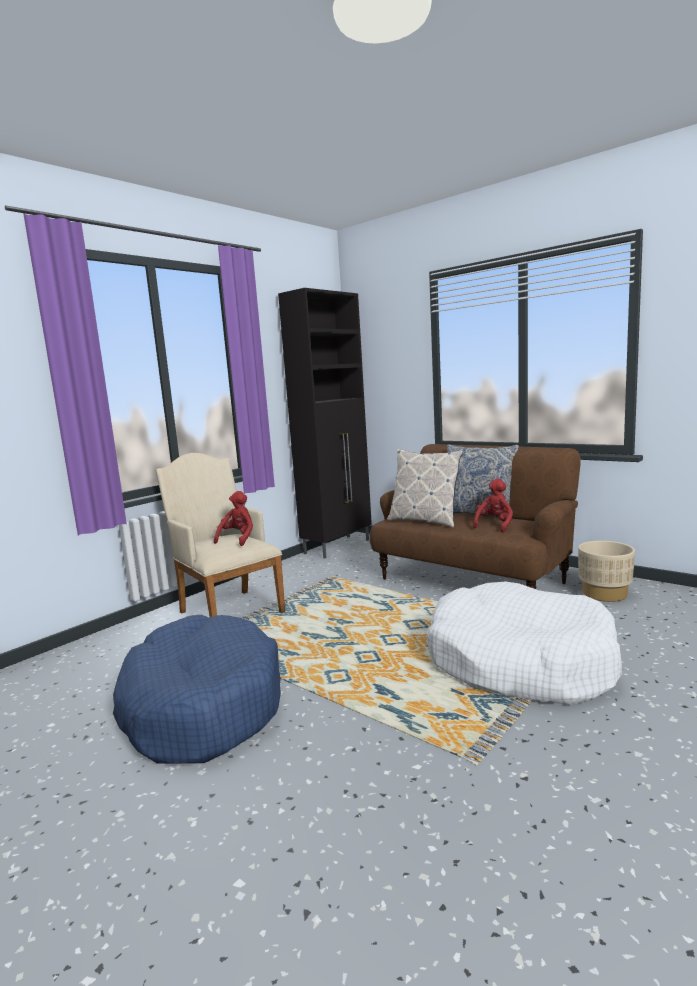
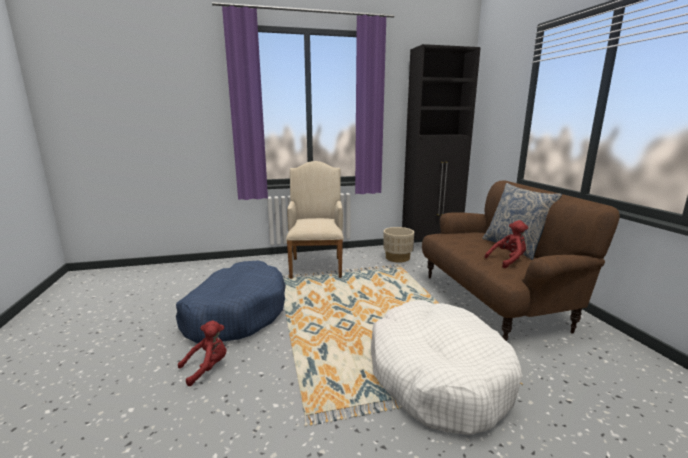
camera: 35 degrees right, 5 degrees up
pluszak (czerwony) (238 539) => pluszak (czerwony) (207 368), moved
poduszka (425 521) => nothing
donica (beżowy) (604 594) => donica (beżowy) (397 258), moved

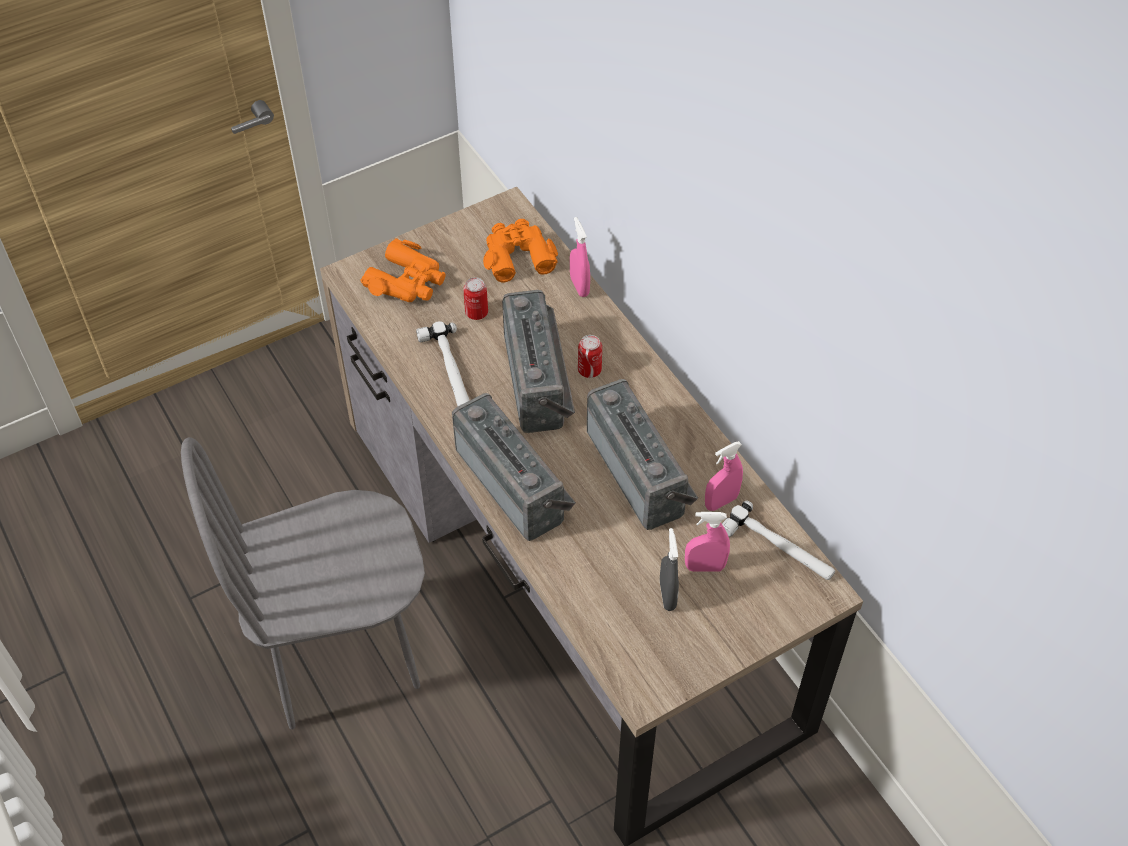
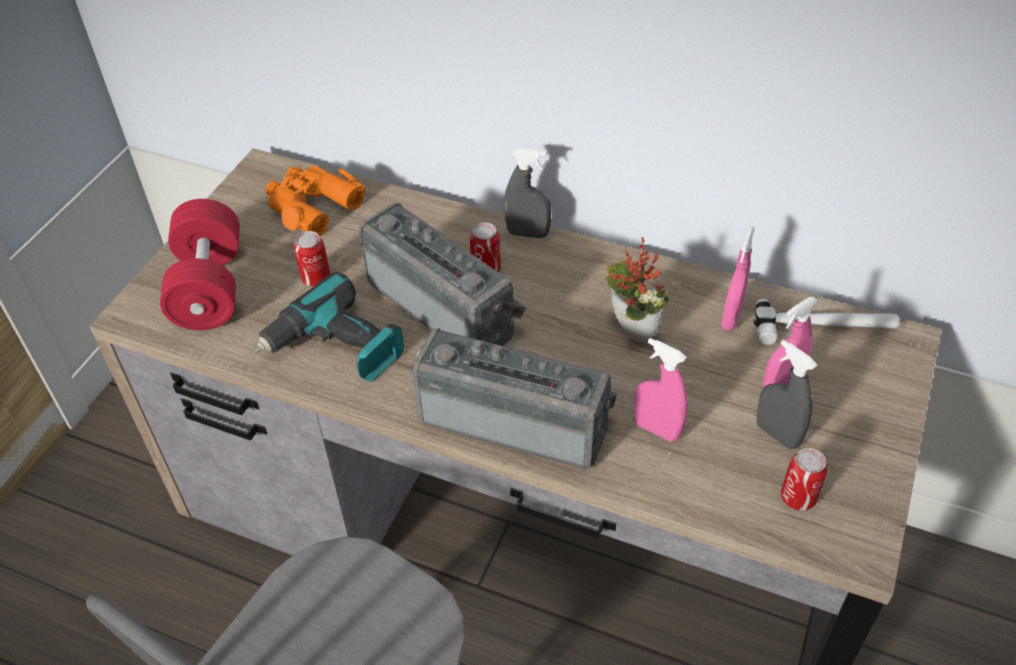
camera: 35 degrees left, 5 degrees down
lornetka (pomarańczowy) (407 281) => hantel (czerwony) (209 287)
młotek (449 369) => wiertarka (336 348)
spryskiwacz (różowy) (579 286) => spryskiwacz (różowy) (657 429), moved
radio (641 471) => roślina doniczkowa (630 333)
nothing => spryskiwacz (szary) (528 233)
nothing => puszka (798 497)

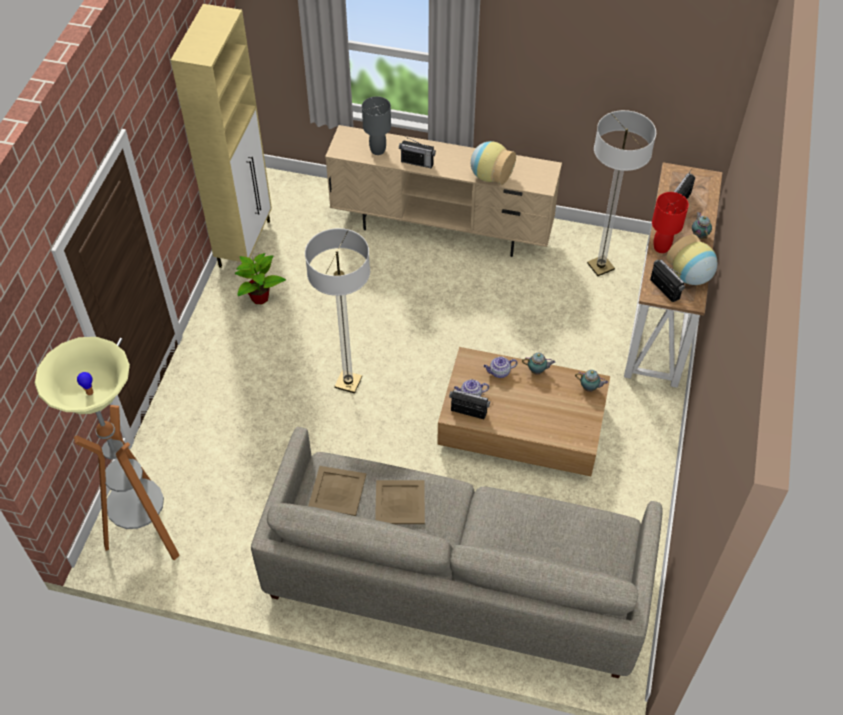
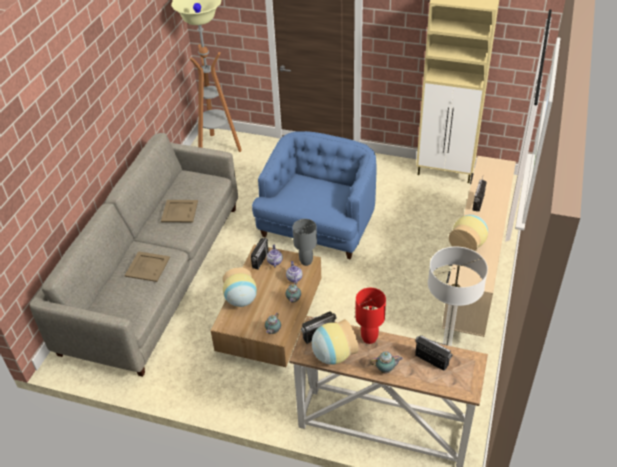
camera: 95 degrees right, 10 degrees down
roślina doniczkowa (260 297) => nothing
lampa stojąca (348 382) => fotel (niebieski) (318 225)
taca (beżowy) (337 491) => taca (beżowy) (147 266), moved
lampa stołowa (szary) (377 150) => lampa stołowa (szary) (306 261), moved
nothing => wazon (241 300)

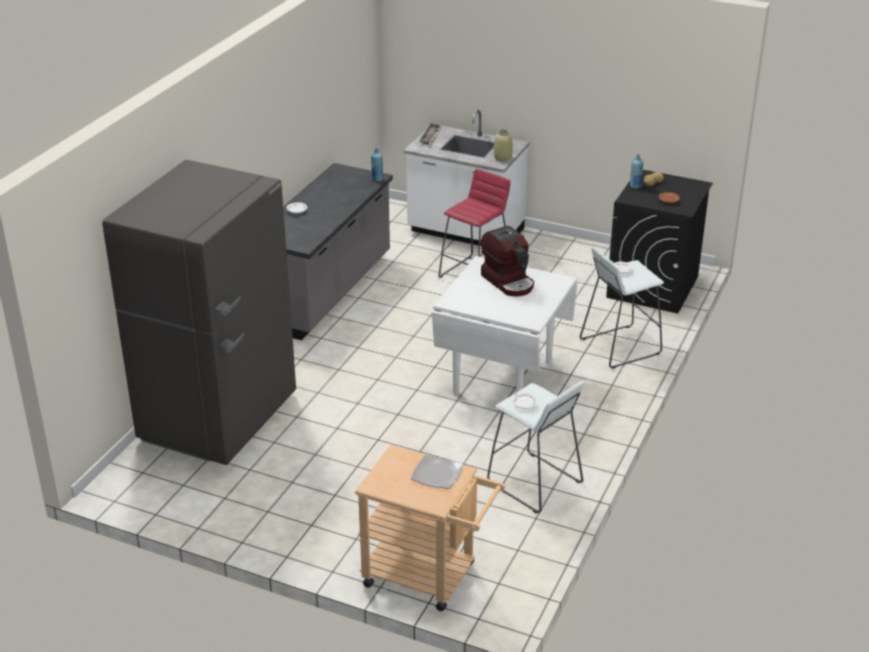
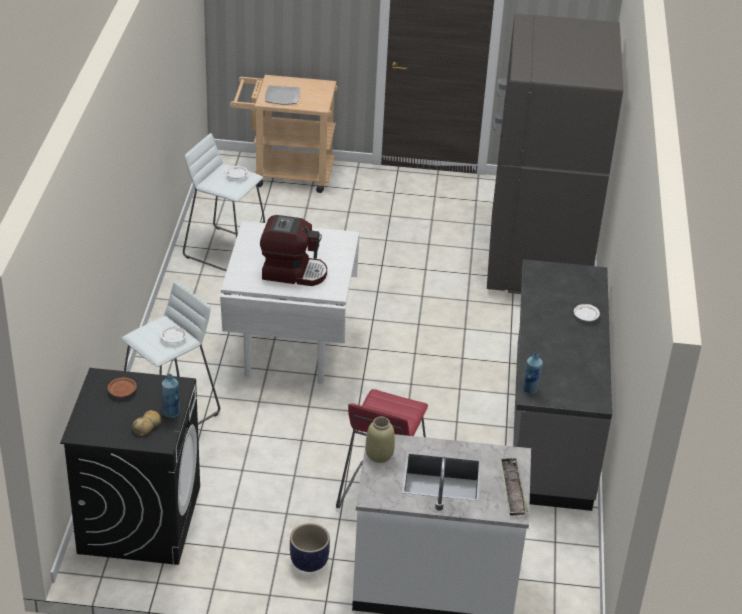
camera: 160 degrees right, 5 degrees up
ekspres do kawy (508 281) => ekspres do kawy (293 272), 150 degrees clockwise
nothing => donica (308 562)

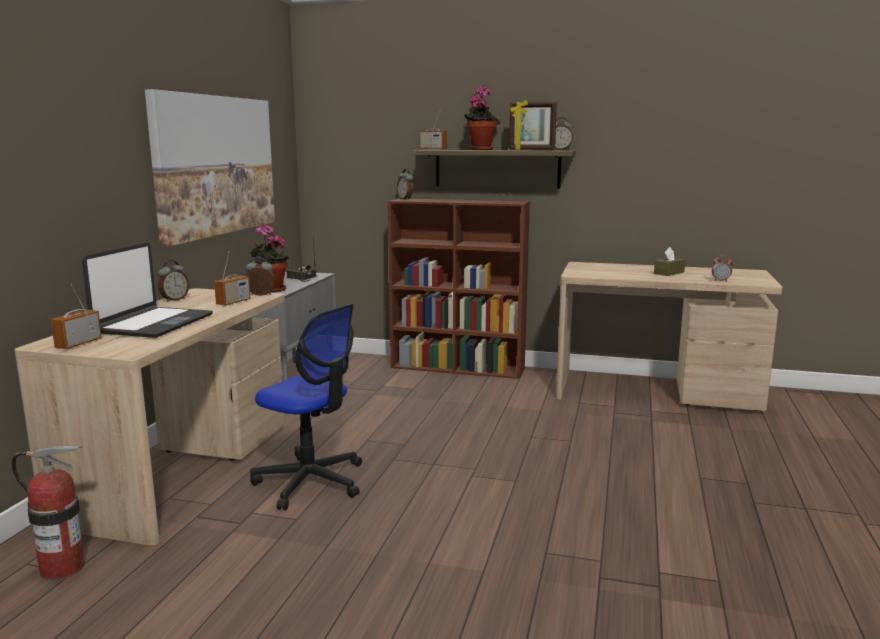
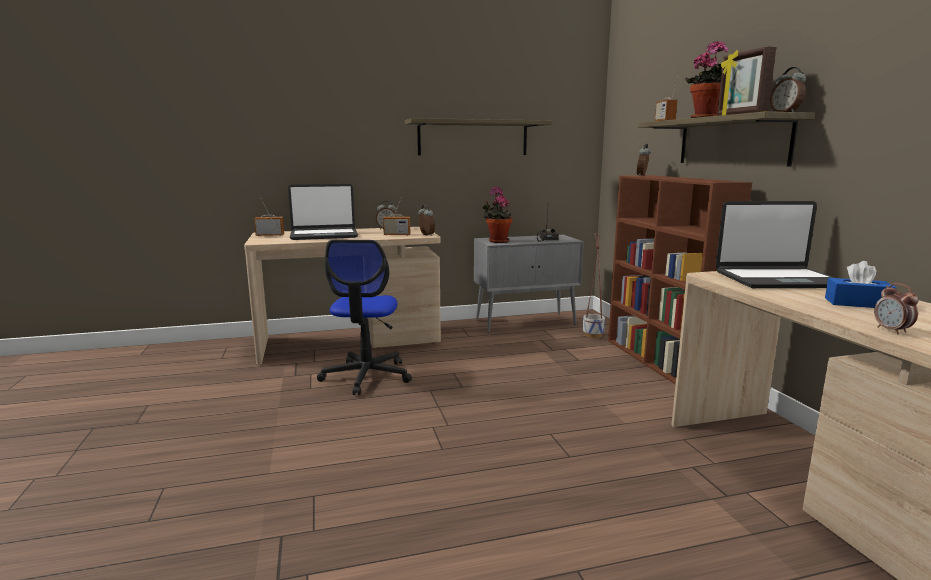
camera: 60 degrees right, 0 degrees up
gaśnica (62 568) => nothing
obraz (215 165) => półka (473 138)
pudełko chusteczek (brązowy) (669 273) => pudełko chusteczek (niebieski) (857 303)
nothing => donica (592 335)
nothing => laptop (777 279)

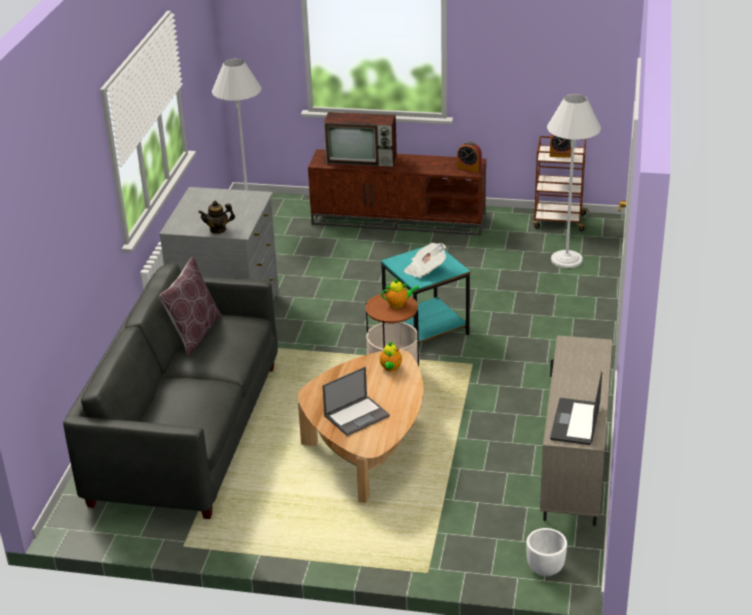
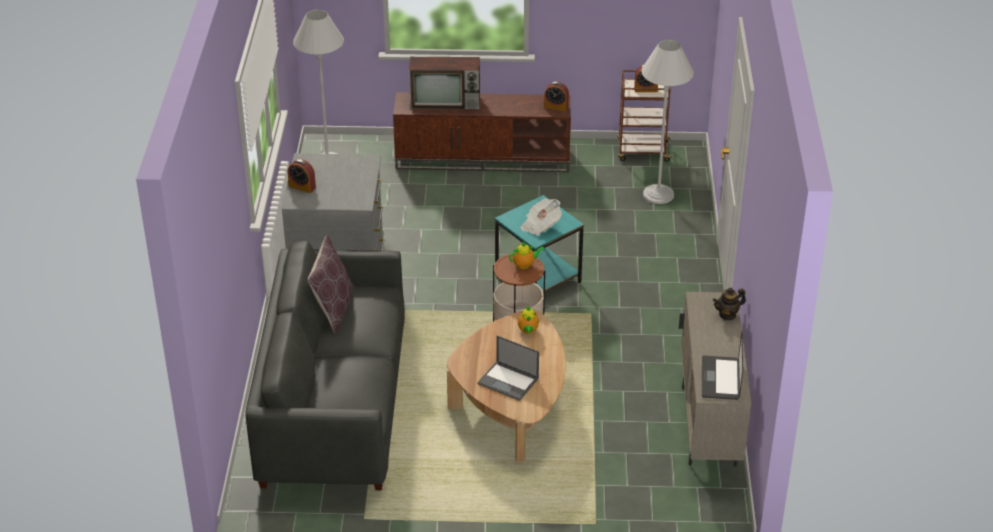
camera: 10 degrees left, 5 degrees up
imbryk (218 229) => imbryk (727 314), moved
laptop (357 415) => laptop (509 381), 75 degrees clockwise
donica (biały) (545 569) => nothing
nothing => budzik (302 187)

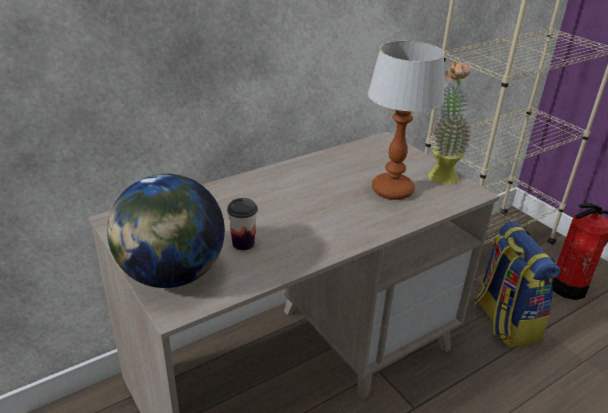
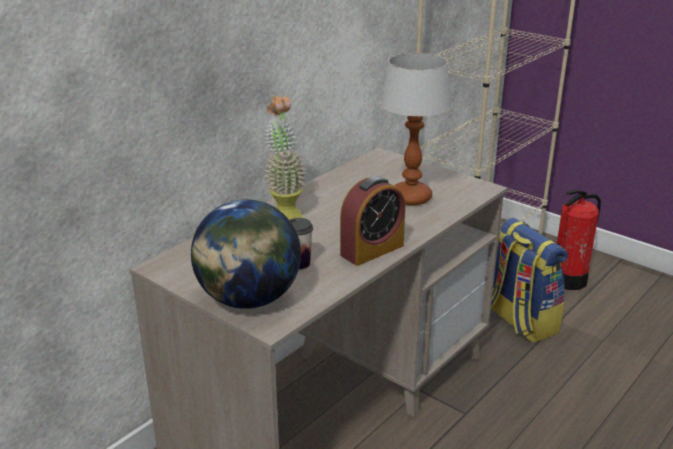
camera: 15 degrees left, 5 degrees down
roślina doniczkowa (441 172) => roślina doniczkowa (284 213), moved
nothing => budzik (372 250)

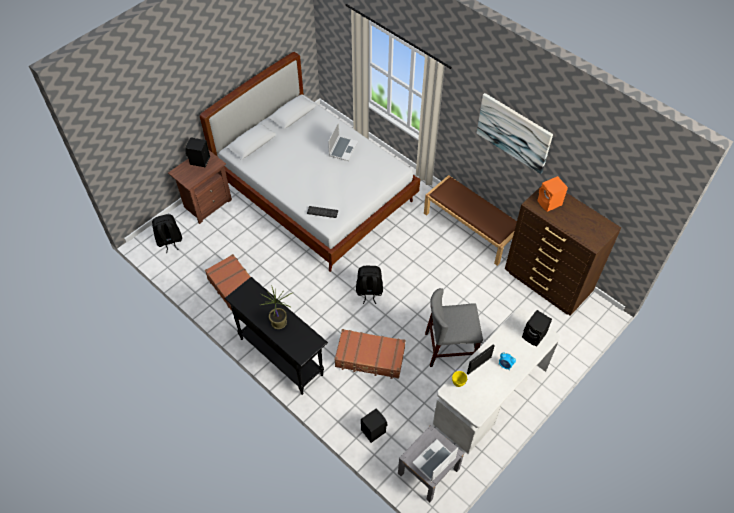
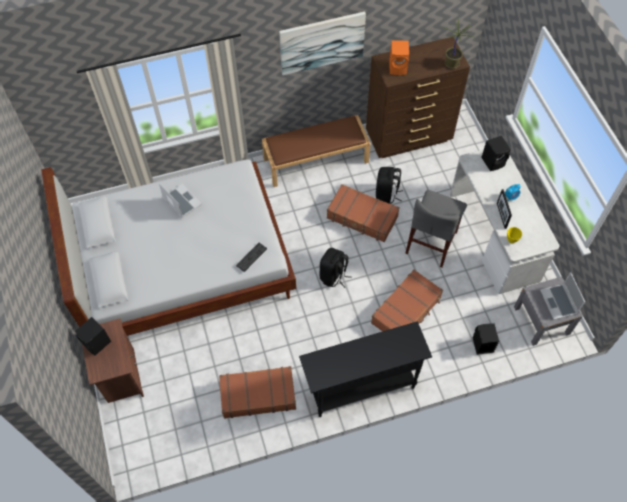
camera: 60 degrees left, 5 degrees up
plecak (czarny) (169 241) => plecak (czarny) (386 194), moved
roślina doniczkowa (279 323) => roślina doniczkowa (452 63), moved
nothing => walizka (brązowy) (362 218)

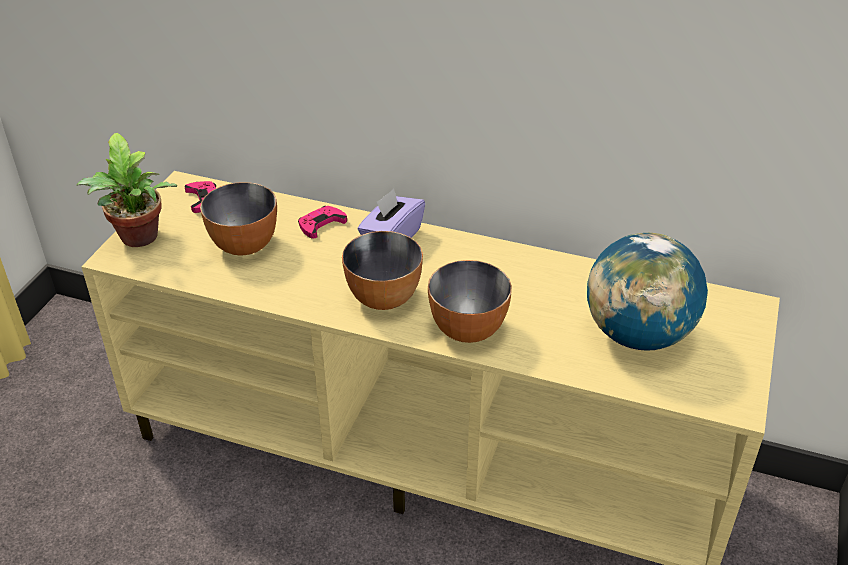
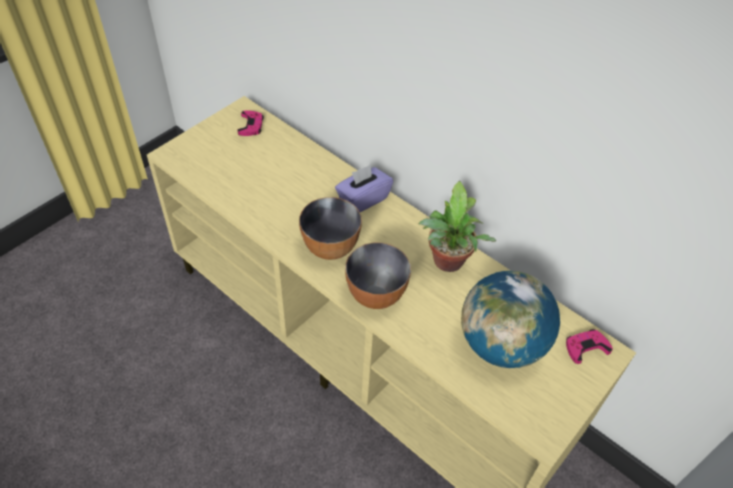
camera: 20 degrees right, 10 degrees up
roślina doniczkowa (139 240) => roślina doniczkowa (447 264), moved
miska (245 245) => nothing
pad do gier (różowy) (321 224) => pad do gier (różowy) (586 347), moved

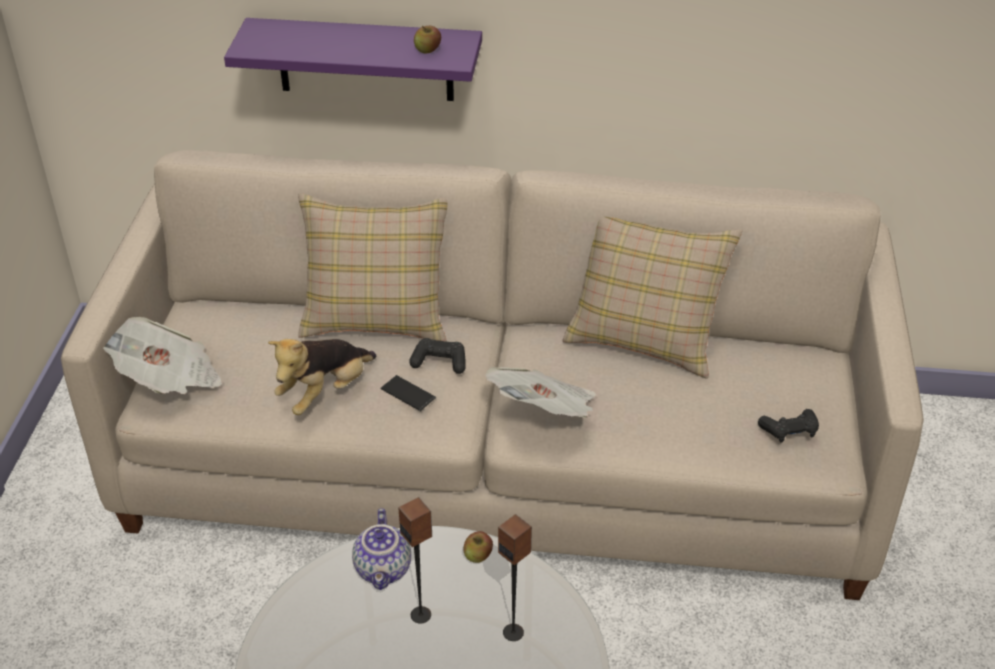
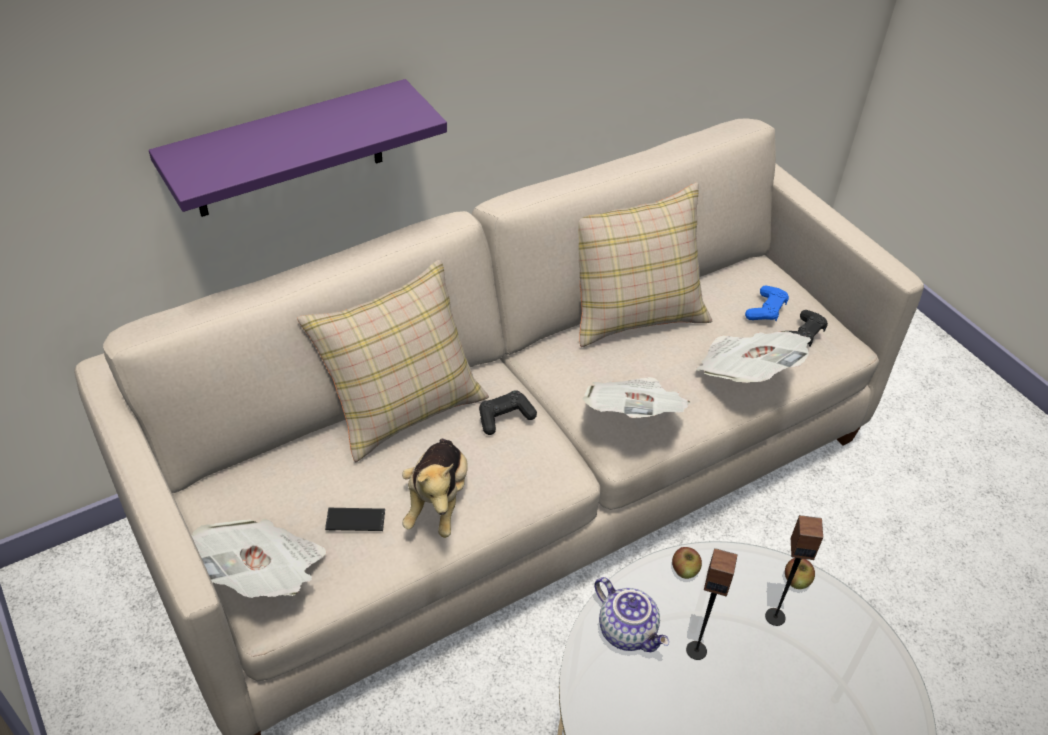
camera: 40 degrees left, 5 degrees up
telefon (408 393) => telefon (355 519), moved
jabłko (428 50) => jabłko (796 580), moved
nothing => gazeta (746 373)
nothing => pad do gier (niebieski) (766 310)

